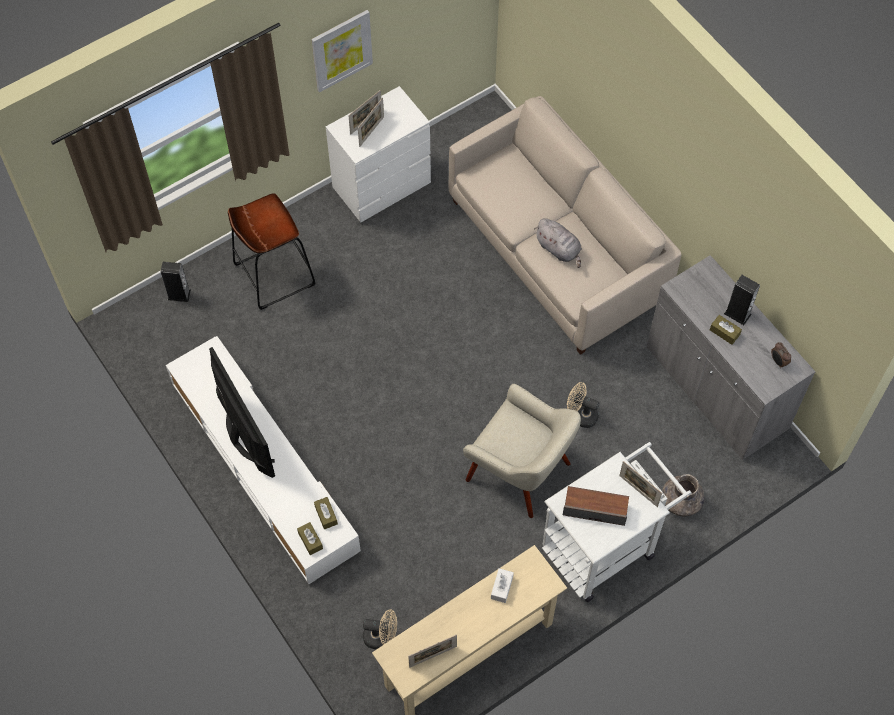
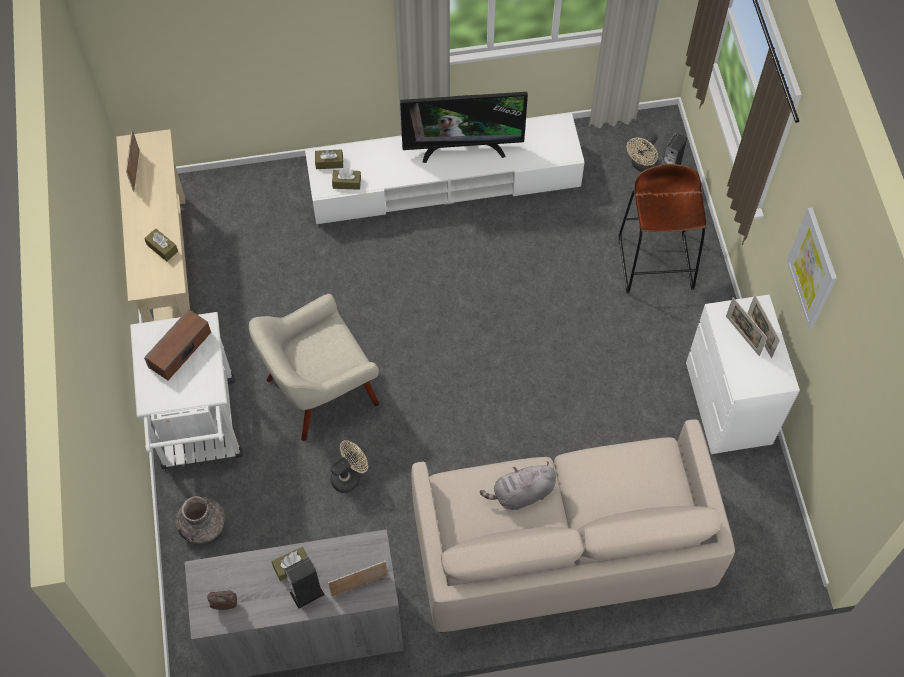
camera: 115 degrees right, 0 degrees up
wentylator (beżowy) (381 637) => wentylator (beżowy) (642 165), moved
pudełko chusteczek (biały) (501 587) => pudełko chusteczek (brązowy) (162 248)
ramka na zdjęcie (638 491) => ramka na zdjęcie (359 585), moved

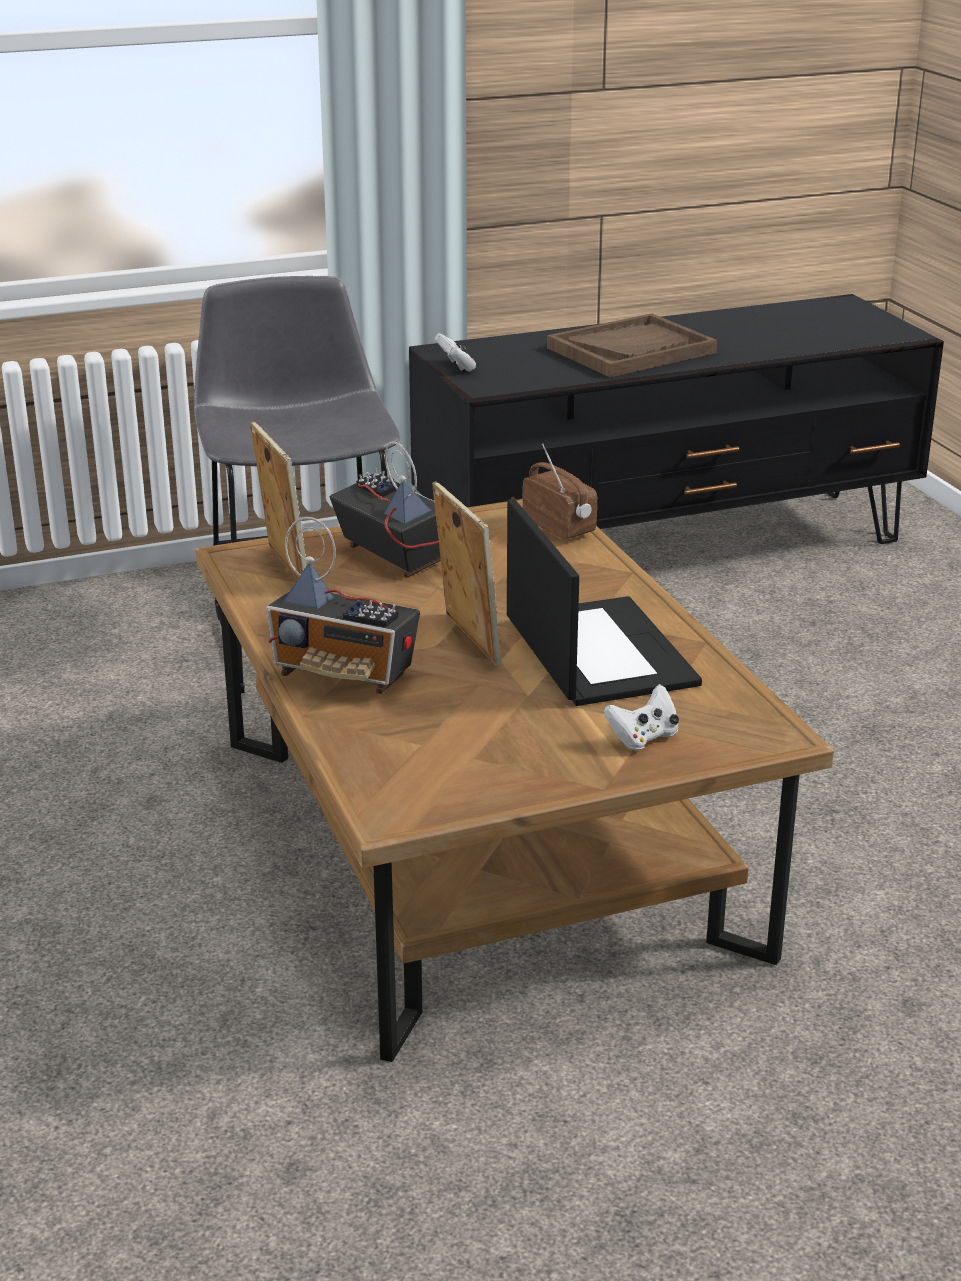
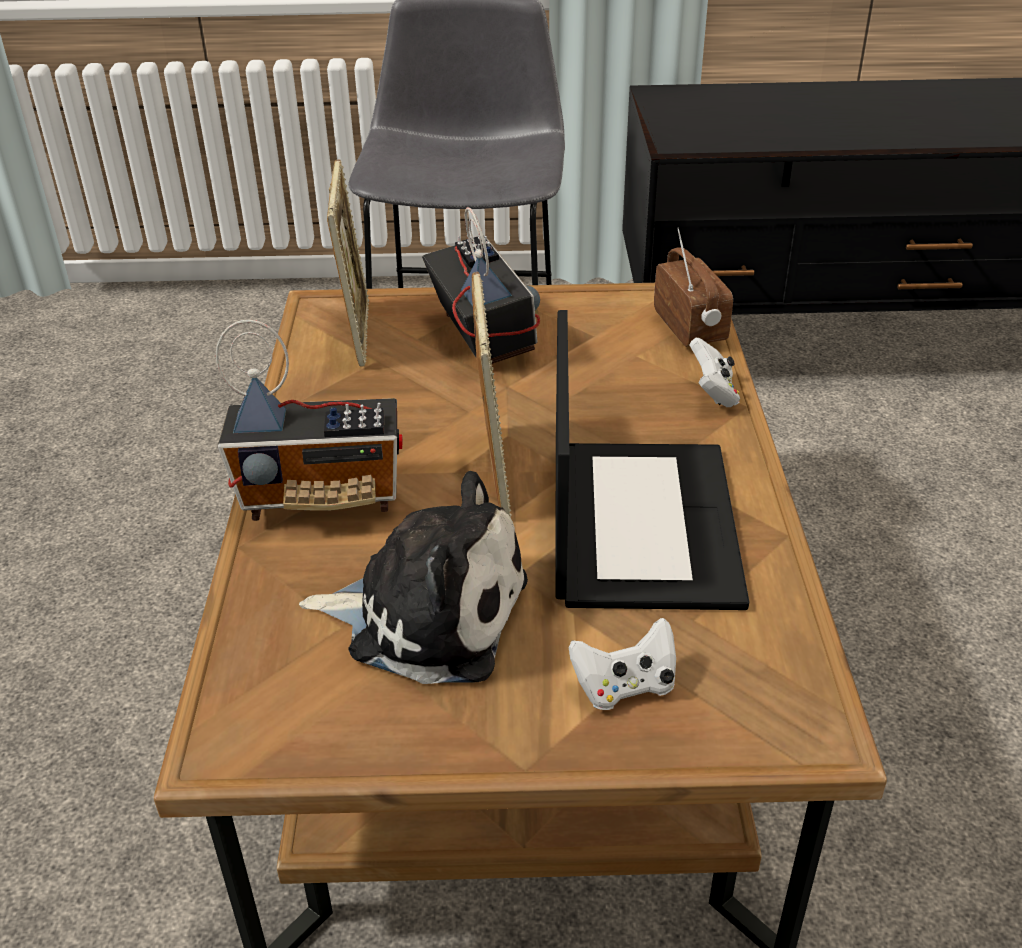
camera: 20 degrees right, 10 degrees up
radio (345 675) => radio (323 496), 45 degrees counterclockwise
pad do gier (biały) (456 367) => pad do gier (biały) (713 393), moved
taca (brązowy) (631 350) => nothing
nothing => pluszak (428 614)

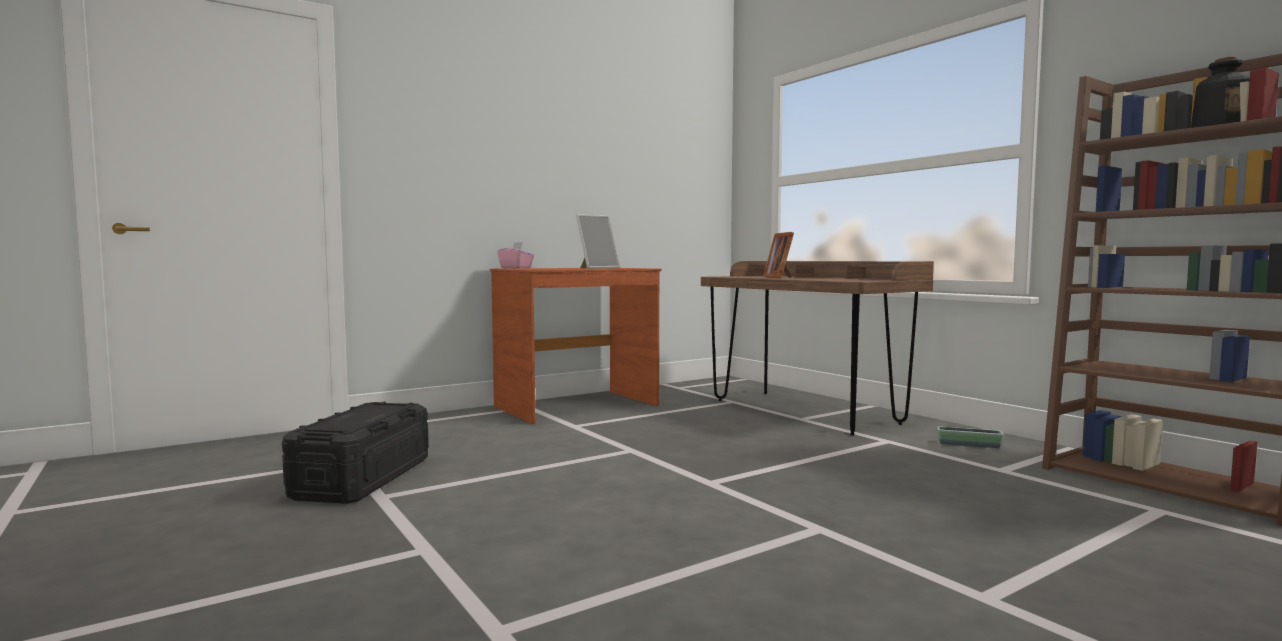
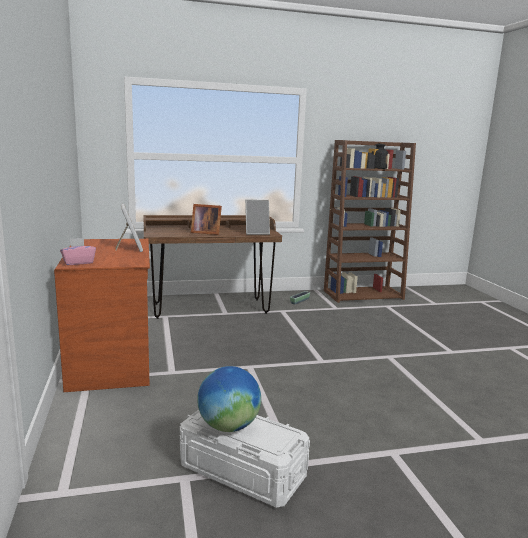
camera: 70 degrees left, 10 degrees up
pojemnik do przechowywania (czarny) (363 478) => pojemnik do przechowywania (biały) (242 471)
nothing => globus (229 426)
nothing => ramka na zdjęcie (257 233)

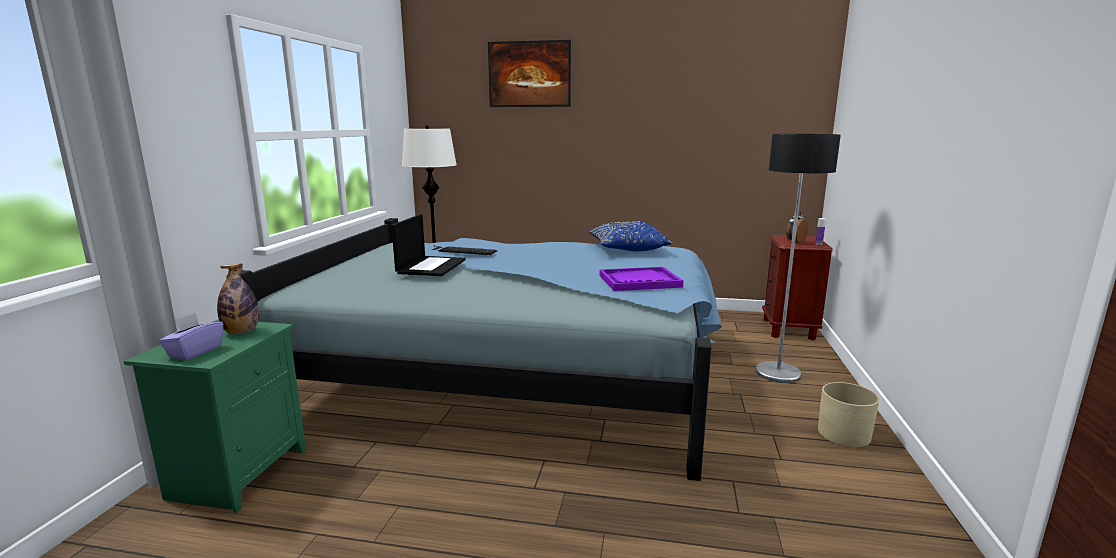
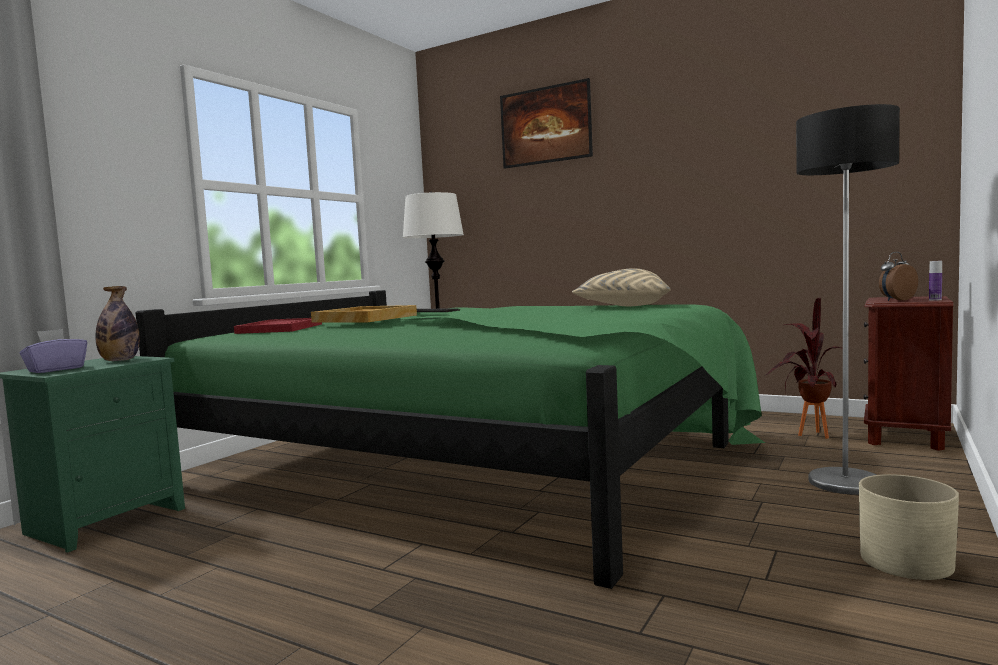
camera: 20 degrees right, 10 degrees down
łóżko (niebieski) (520 374) => łóżko (zielony) (474 462)
laptop (431 266) => taca (beżowy) (365 318)
poduszka (niebieski) (627 250) => poduszka (beżowy) (621 306)
taca (fioletowy) (639 281) => nothing
nothing => taca (czerwony) (280 328)
nothing => roślina doniczkowa (807 436)

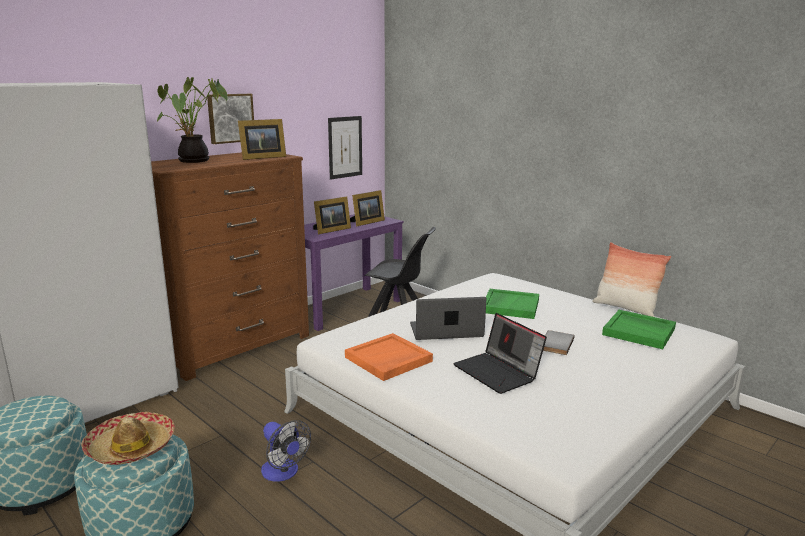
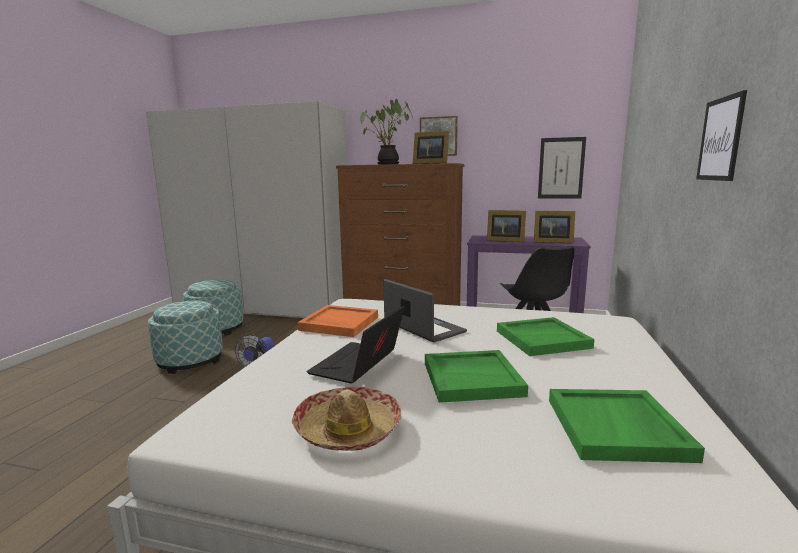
camera: 60 degrees right, 5 degrees down
kapelusz (130 447) => kapelusz (348 429), moved
książka (szary) (555 344) => taca (zielony) (472 378)
poduszka (625 308) => nothing
nothing => obraz (720 139)

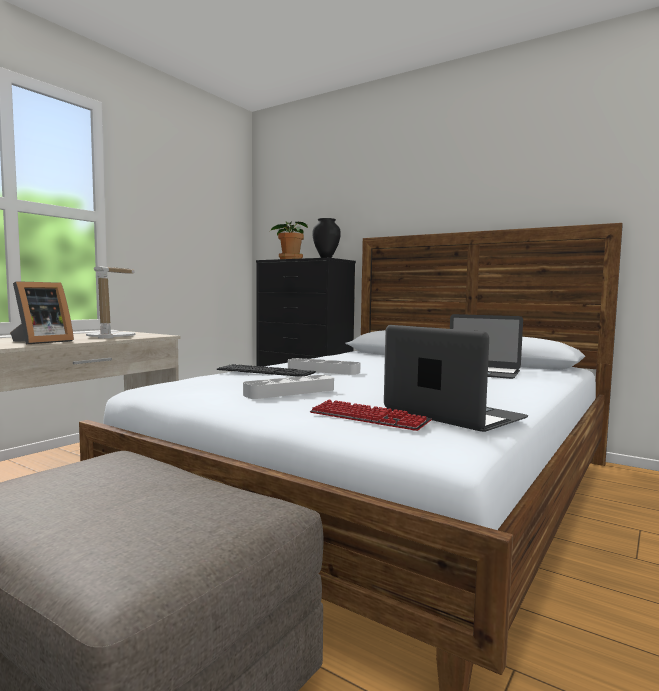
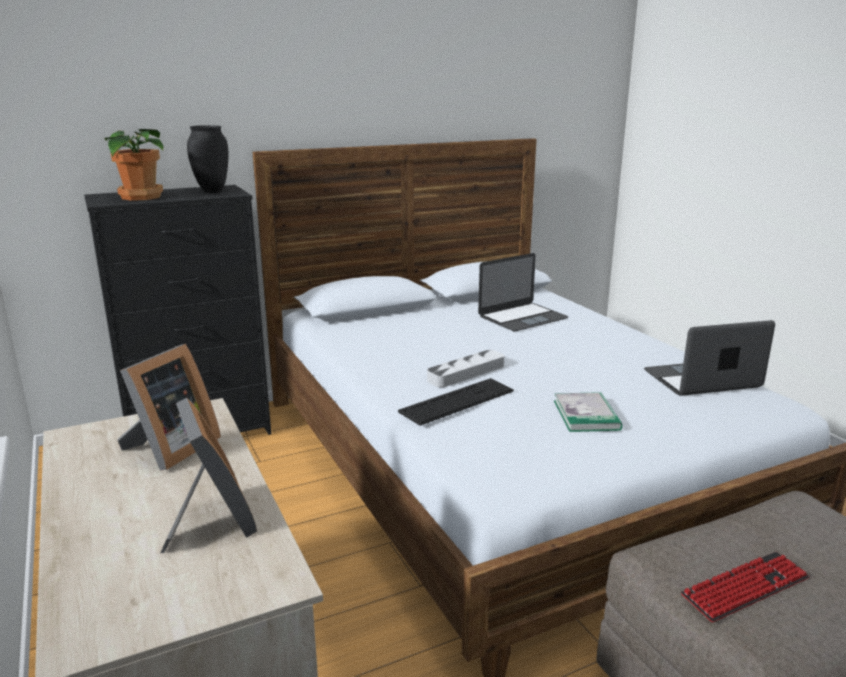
camera: 60 degrees left, 15 degrees up
lampa stołowa (114 336) => ramka na zdjęcie (170 449)
taca (szary) (290 392) => książka (586 415)
klawiatura (368 418) => klawiatura (745 587), moved

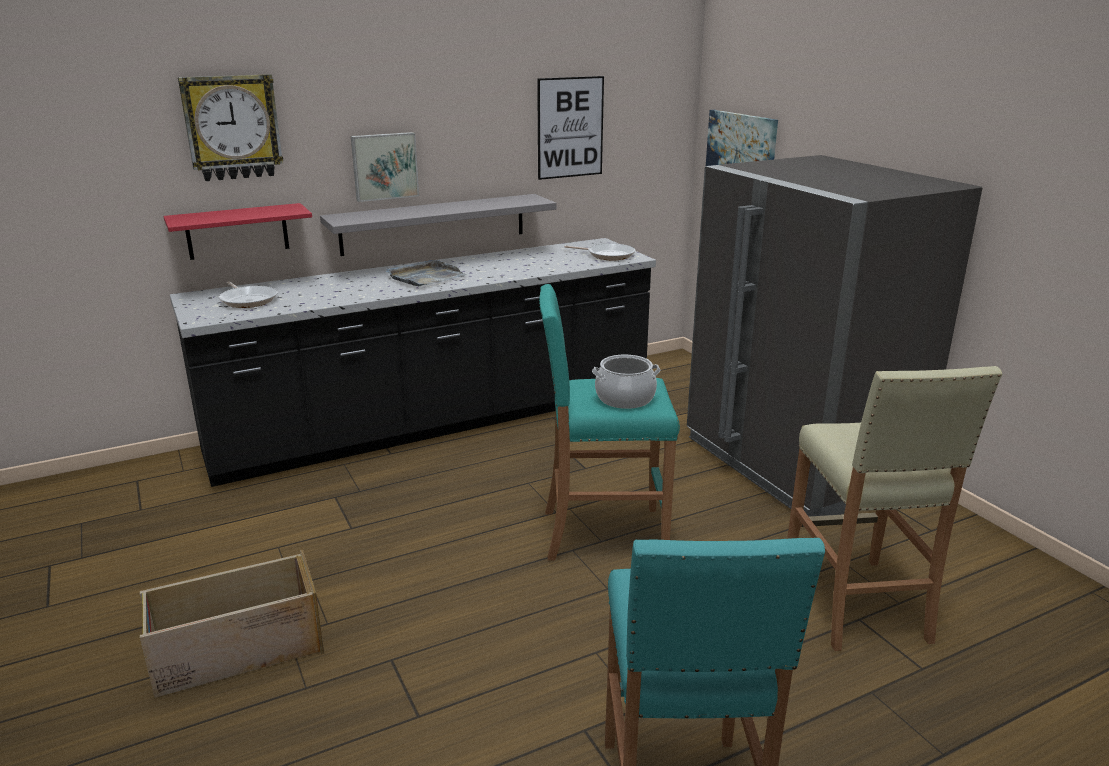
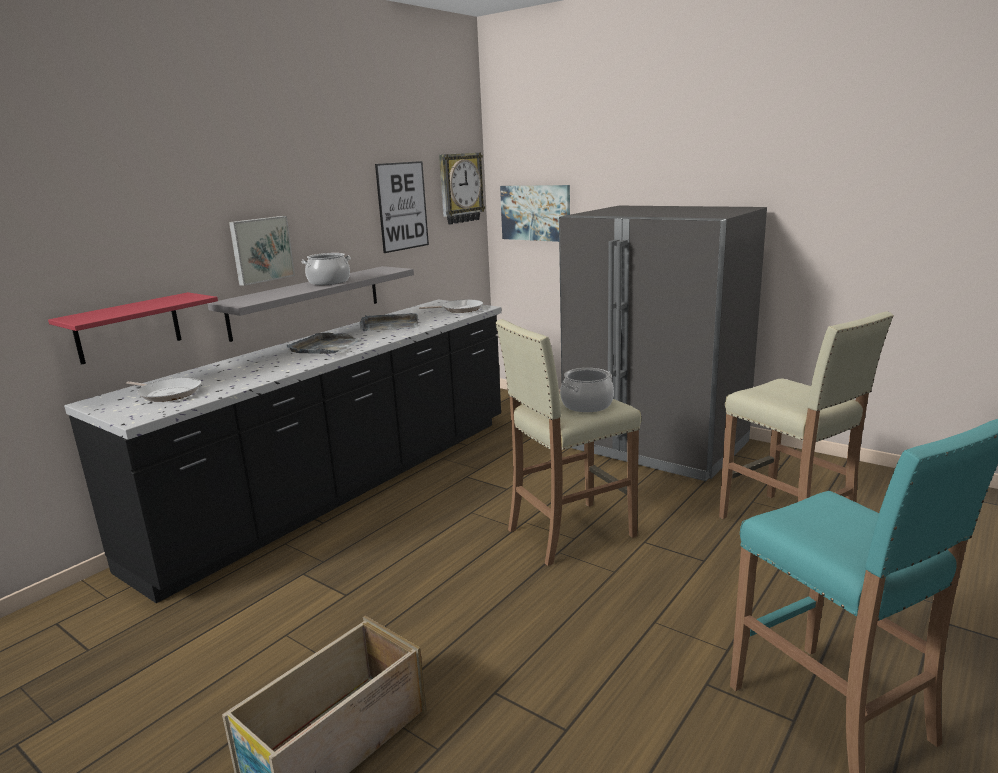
camera: 25 degrees left, 5 degrees down
zegar ścienny (232 127) => zegar ścienny (460 188), moved
stołek (turkusowy) (602 533) => stołek (beżowy) (569 533)
nothing => garnek (329 282)
nothing => taca (szary) (389 325)

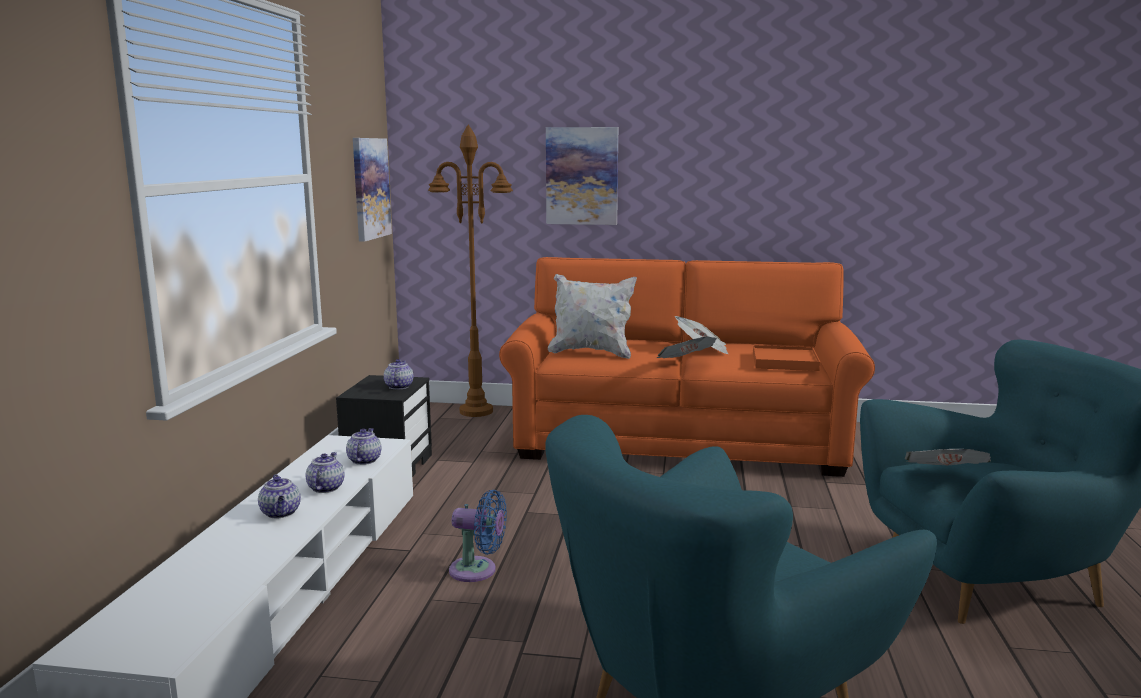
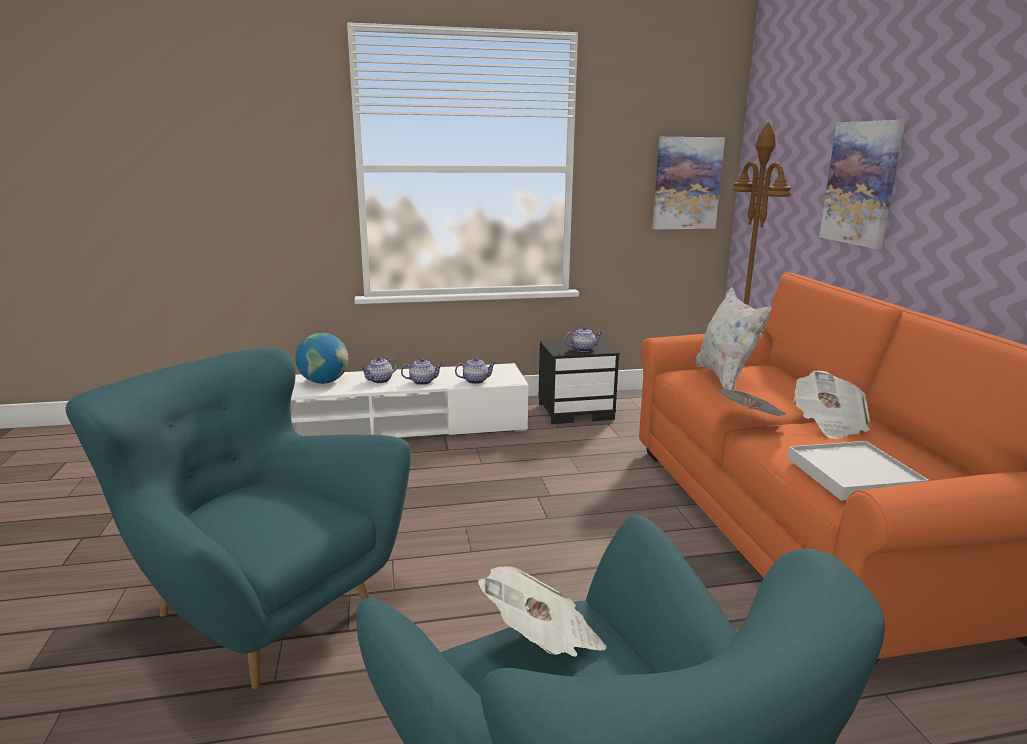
camera: 70 degrees right, 5 degrees up
wentylator (niebieski) (478 571) => nothing
taca (pomarańczowy) (785 362) => taca (biały) (853 475)
nothing => globus (324 382)

